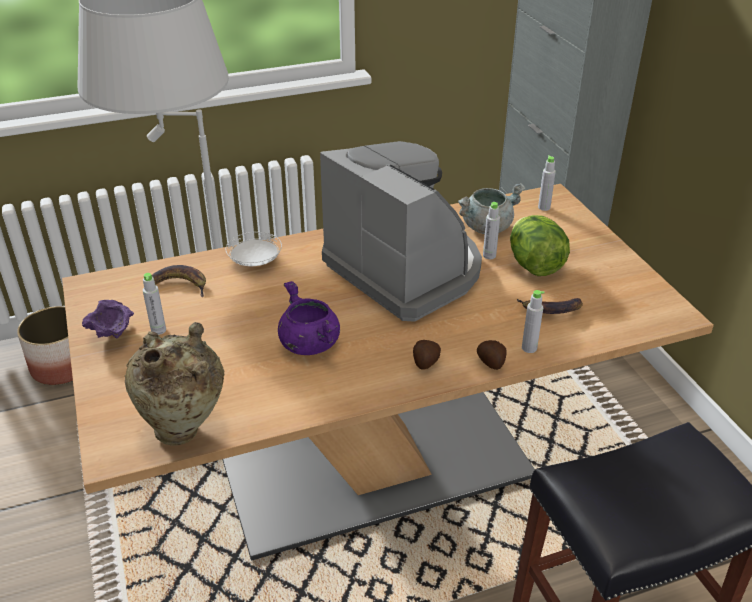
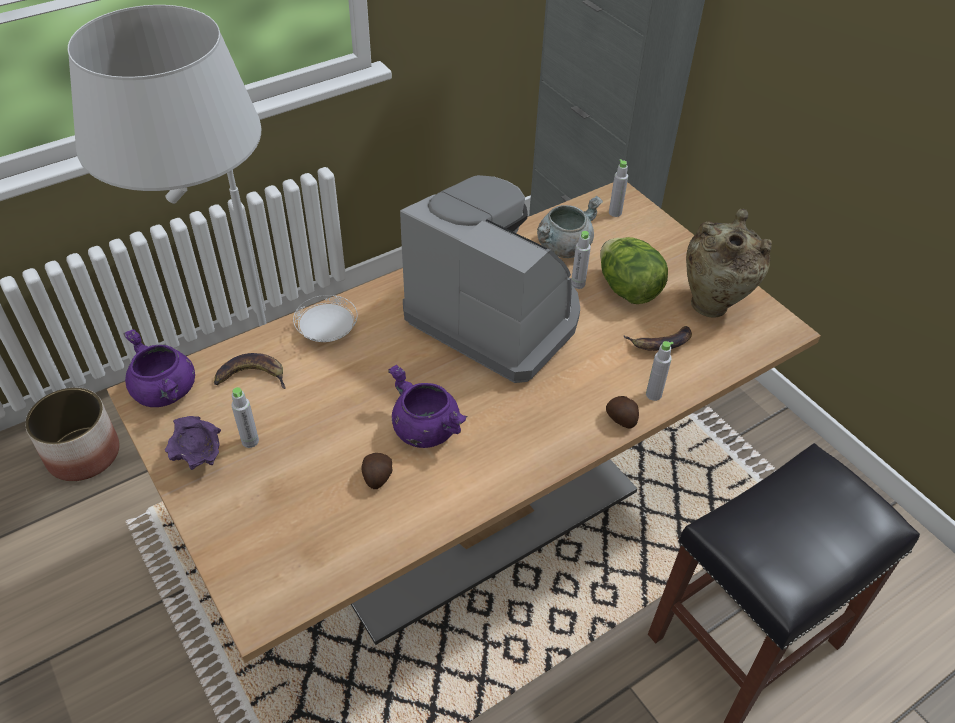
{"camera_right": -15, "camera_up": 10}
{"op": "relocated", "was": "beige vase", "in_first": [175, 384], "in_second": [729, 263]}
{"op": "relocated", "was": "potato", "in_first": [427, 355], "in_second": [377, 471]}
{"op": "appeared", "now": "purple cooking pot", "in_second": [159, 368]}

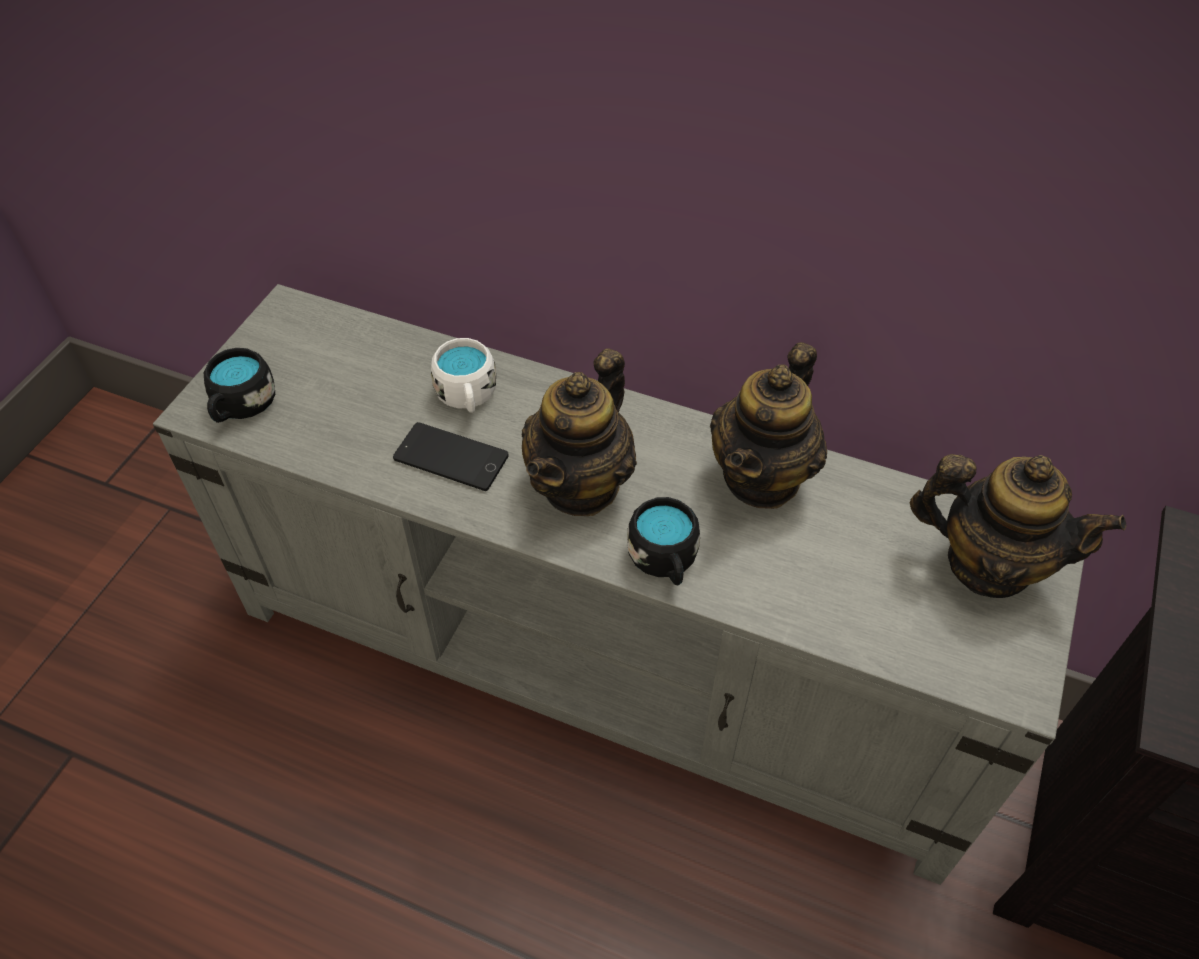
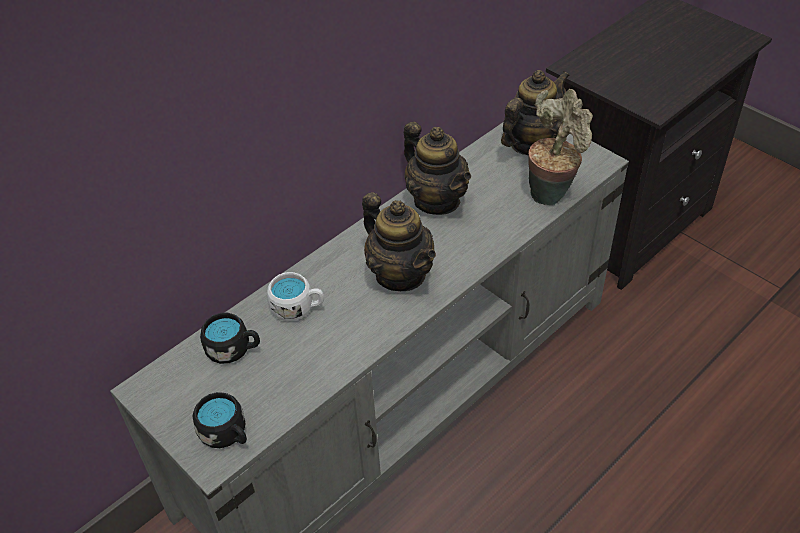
{"camera_right": -65, "camera_up": -5}
{"op": "missing", "was": "phone", "in_first": [451, 456]}
{"op": "relocated", "was": "black mug", "in_first": [663, 541], "in_second": [230, 338]}
{"op": "appeared", "now": "potted plant", "in_second": [560, 147]}

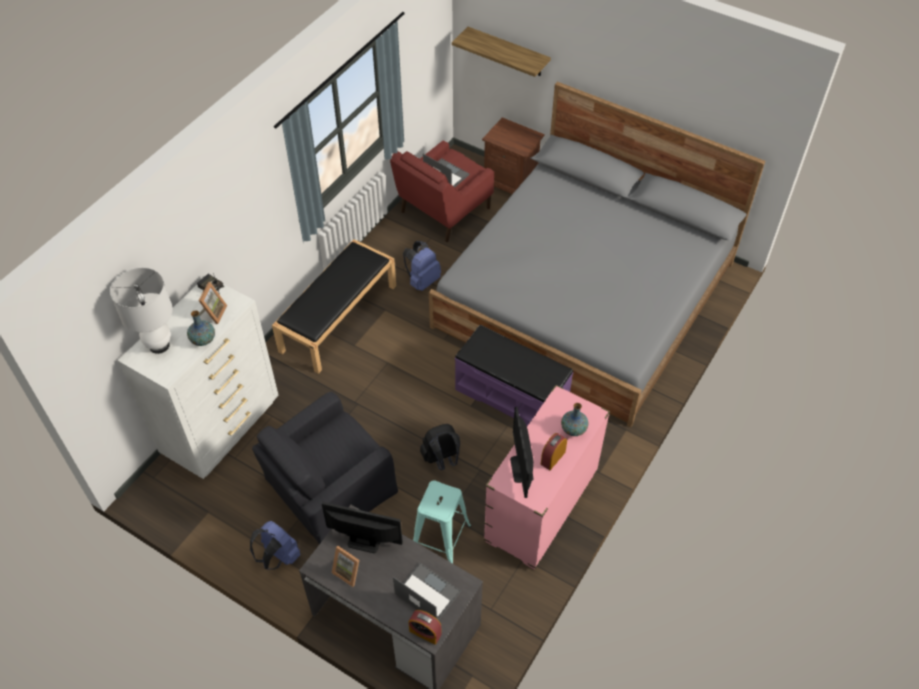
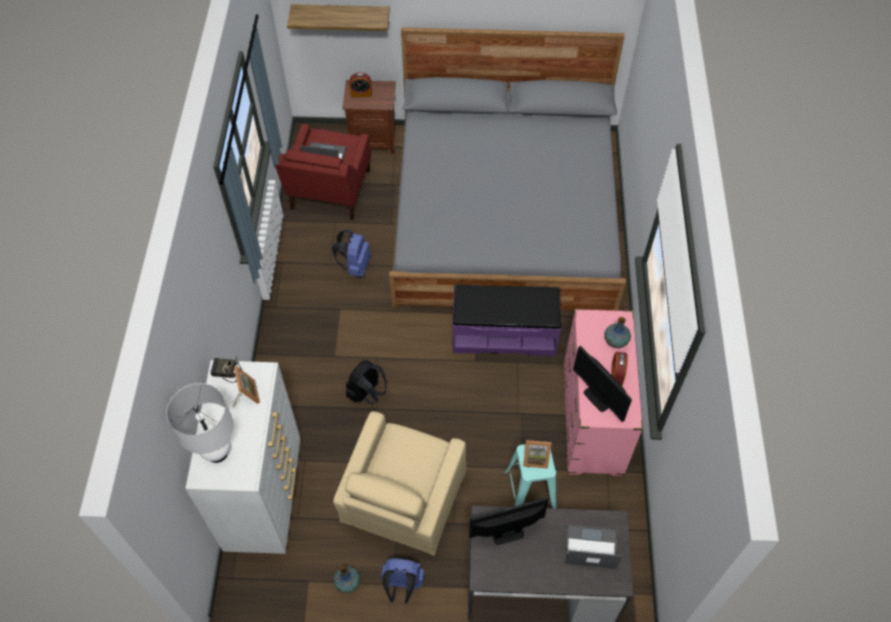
{"camera_right": -30, "camera_up": 5}
{"op": "relocated", "was": "vase", "in_first": [201, 328], "in_second": [347, 579]}
{"op": "colour", "was": "black armchair", "now": "beige armchair", "in_first": [325, 468], "in_second": [400, 483]}
{"op": "missing", "was": "black bench", "in_first": [334, 306]}
{"op": "relocated", "was": "picture frame", "in_first": [345, 566], "in_second": [537, 454]}
{"op": "relocated", "was": "alarm clock", "in_first": [425, 627], "in_second": [361, 84]}
{"op": "relocated", "was": "black backpack", "in_first": [440, 447], "in_second": [366, 382]}

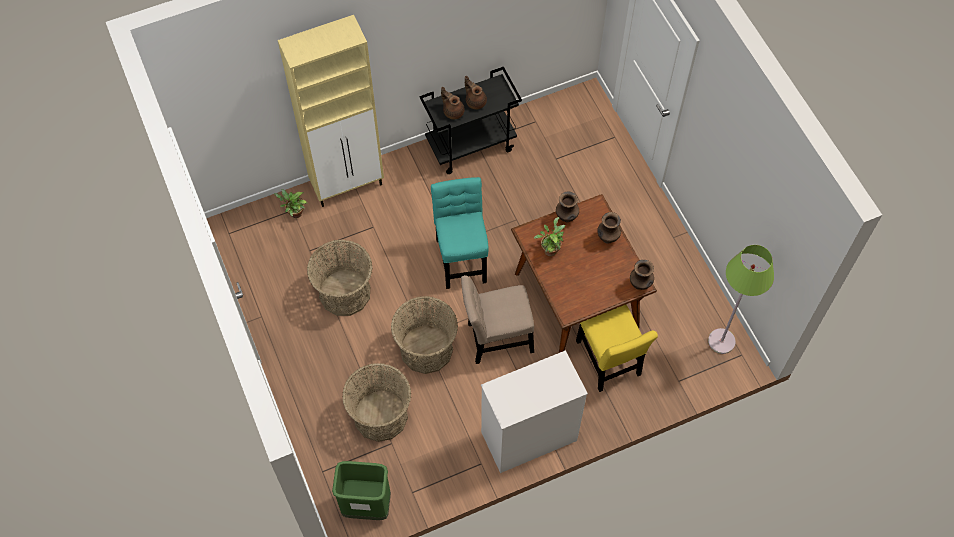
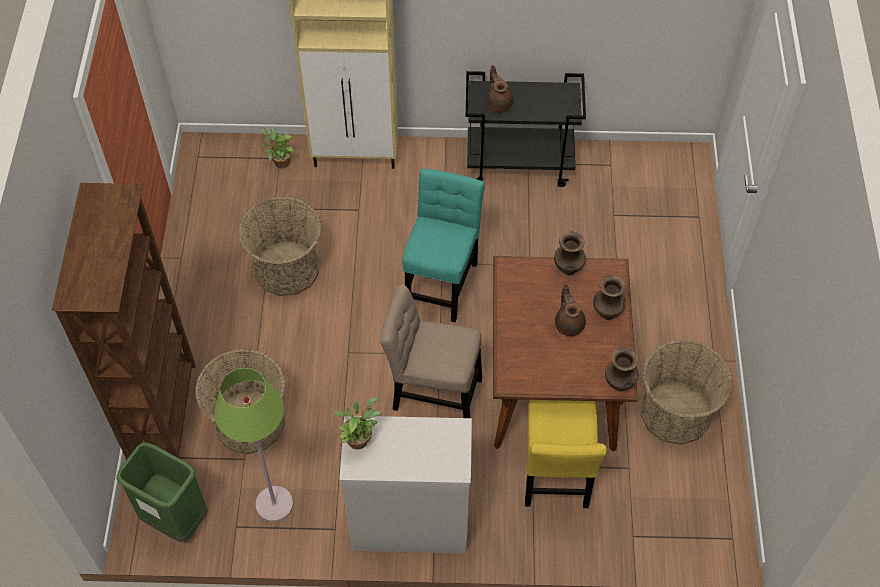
{"camera_right": 25, "camera_up": -5}
{"op": "relocated", "was": "basket", "in_first": [424, 335], "in_second": [687, 392]}
{"op": "relocated", "was": "brown teapot", "in_first": [476, 92], "in_second": [570, 310]}
{"op": "relocated", "was": "potted plant", "in_first": [549, 236], "in_second": [357, 423]}
{"op": "relocated", "was": "green floor lamp", "in_first": [741, 299], "in_second": [253, 445]}
{"op": "appeared", "now": "brown bookcase", "in_second": [124, 321]}

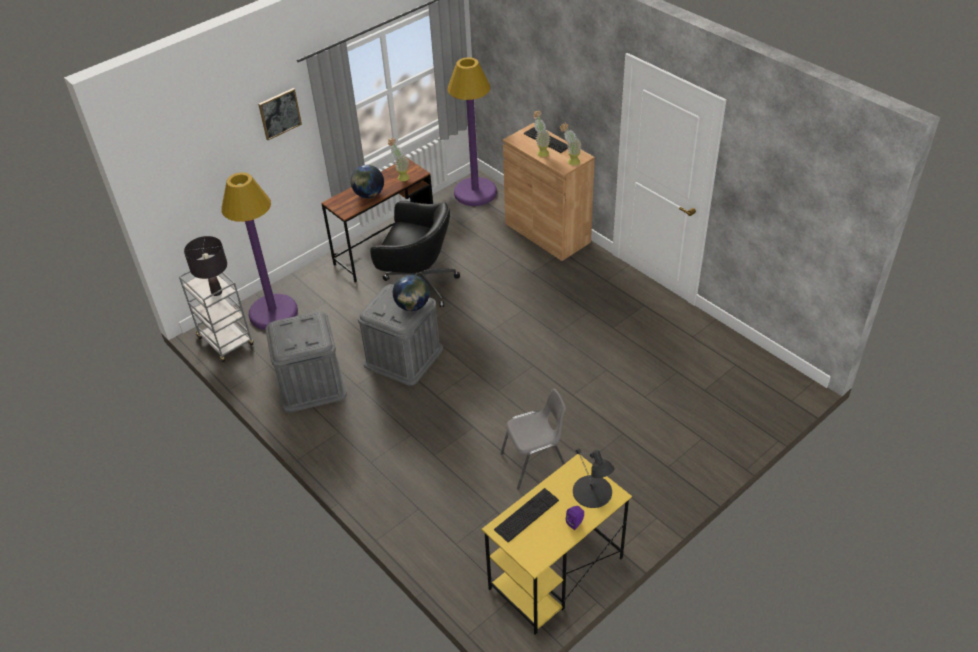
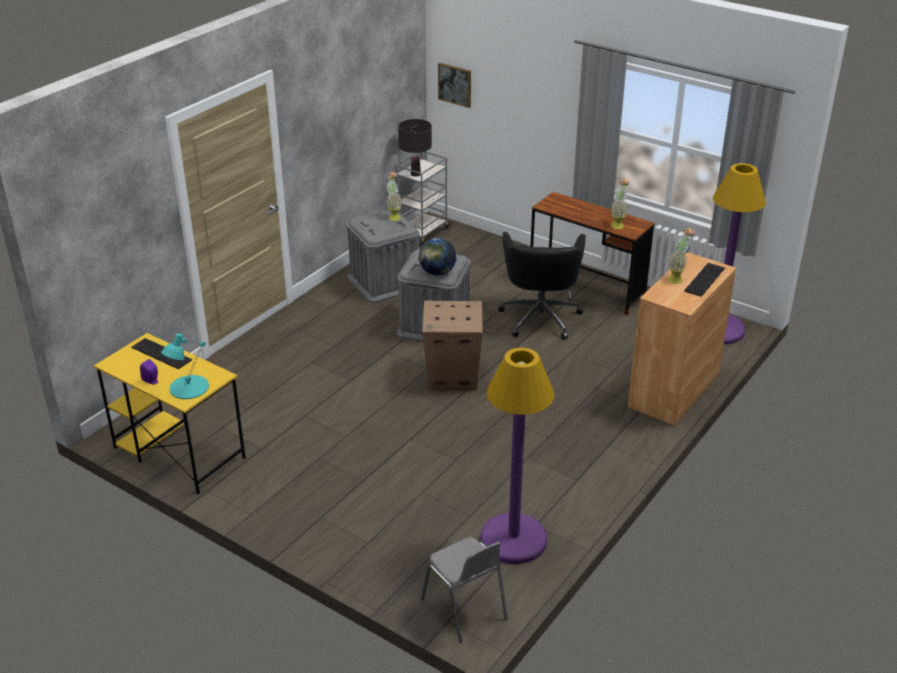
{"camera_right": 75, "camera_up": -10}
{"op": "relocated", "was": "purple floor lamp", "in_first": [259, 251], "in_second": [517, 456]}
{"op": "relocated", "was": "picture", "in_first": [280, 114], "in_second": [454, 85]}
{"op": "missing", "was": "globe", "in_first": [367, 181]}
{"op": "relocated", "was": "grey chair", "in_first": [533, 439], "in_second": [464, 590]}
{"op": "relocated", "was": "potted plant", "in_first": [571, 144], "in_second": [393, 196]}
{"op": "colour", "was": "black table lamp", "now": "turquoise table lamp", "in_first": [594, 478], "in_second": [185, 366]}
{"op": "appeared", "now": "cardboard box", "in_second": [452, 345]}

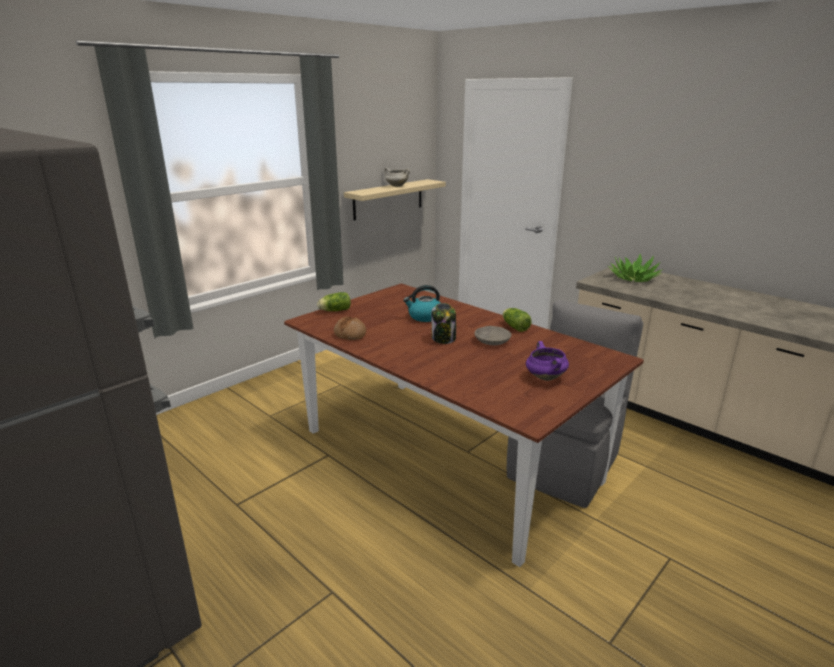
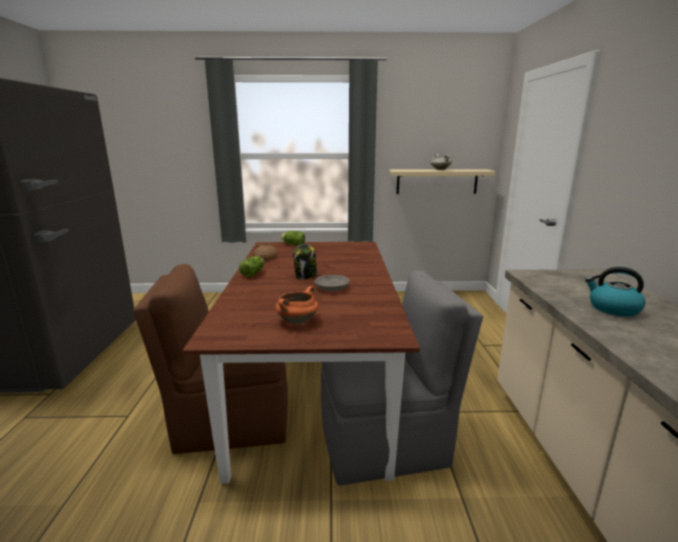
{"camera_right": 45, "camera_up": -5}
{"op": "relocated", "was": "kettle", "in_first": [421, 303], "in_second": [615, 292]}
{"op": "relocated", "was": "lettuce", "in_first": [517, 320], "in_second": [251, 266]}
{"op": "colour", "was": "purple cooking pot", "now": "orange cooking pot", "in_first": [547, 361], "in_second": [296, 305]}
{"op": "missing", "was": "potted plant", "in_first": [635, 268]}
{"op": "appeared", "now": "brown chair", "in_second": [210, 359]}

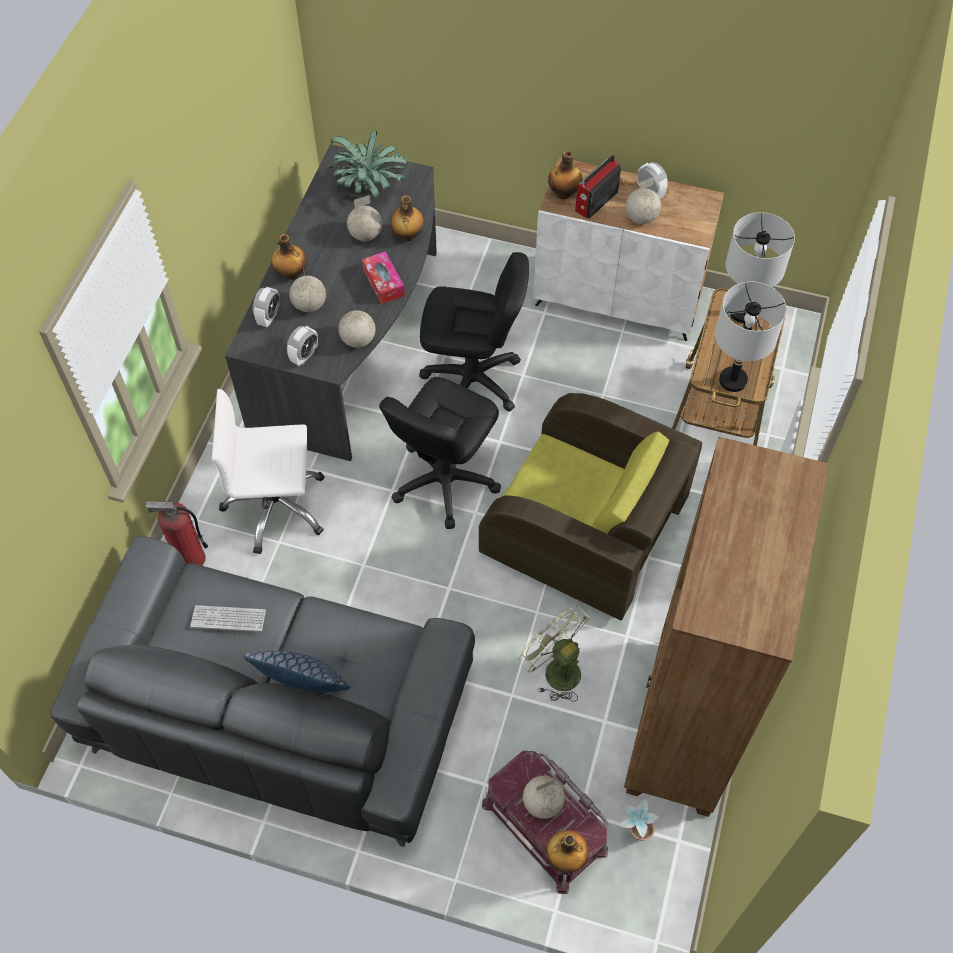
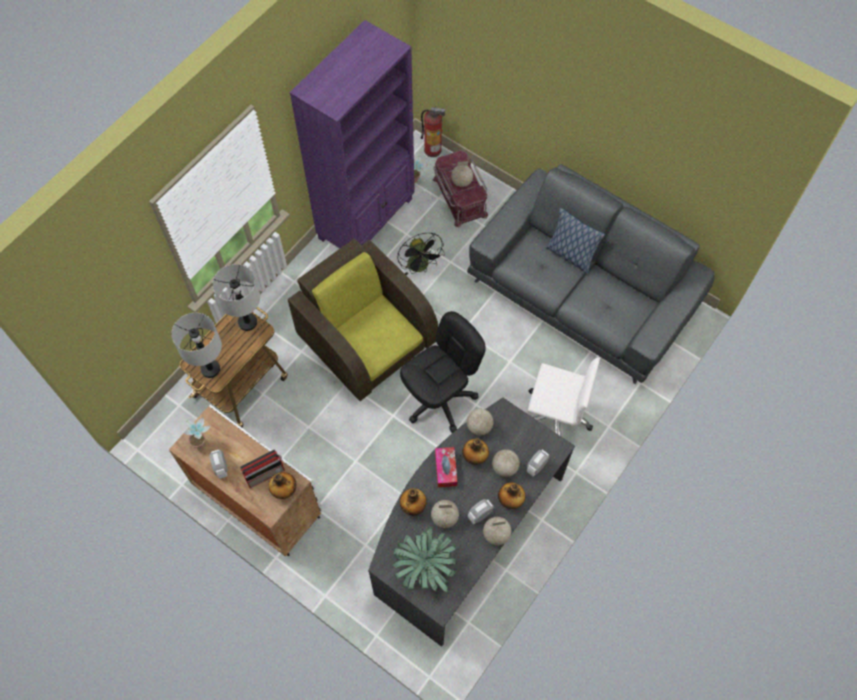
{"camera_right": -160, "camera_up": 5}
{"op": "relocated", "was": "fire extinguisher", "in_first": [177, 533], "in_second": [433, 131]}
{"op": "missing", "was": "keyboard", "in_first": [228, 618]}
{"op": "relocated", "was": "alarm clock", "in_first": [302, 346], "in_second": [481, 511]}
{"op": "missing", "was": "black office chair", "in_first": [474, 331]}
{"op": "colour", "was": "green fan", "now": "black fan", "in_first": [554, 654], "in_second": [421, 254]}
{"op": "relocated", "was": "bottle", "in_first": [568, 851], "in_second": [475, 451]}
{"op": "colour", "was": "brown bookcase", "now": "purple bookcase", "in_first": [726, 627], "in_second": [352, 134]}
{"op": "relocated", "was": "globe", "in_first": [643, 200], "in_second": [497, 531]}
{"op": "appeared", "now": "potted plant", "in_second": [197, 432]}

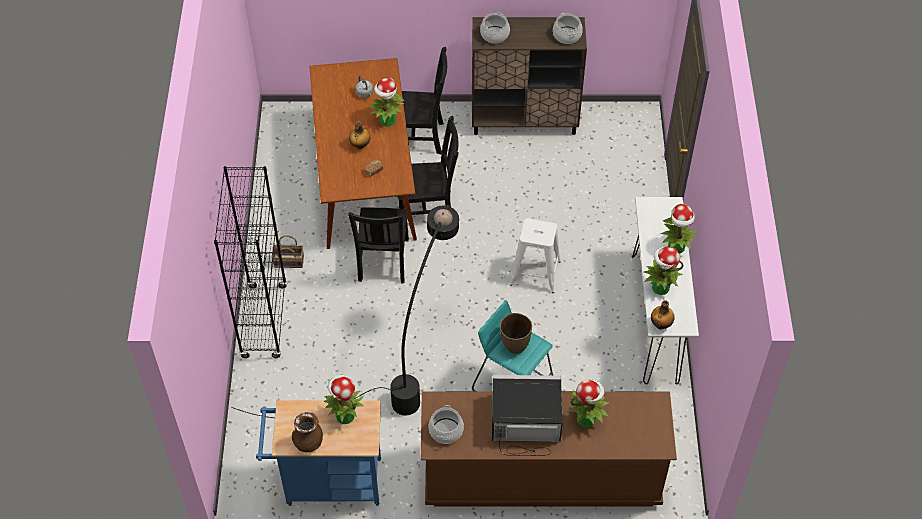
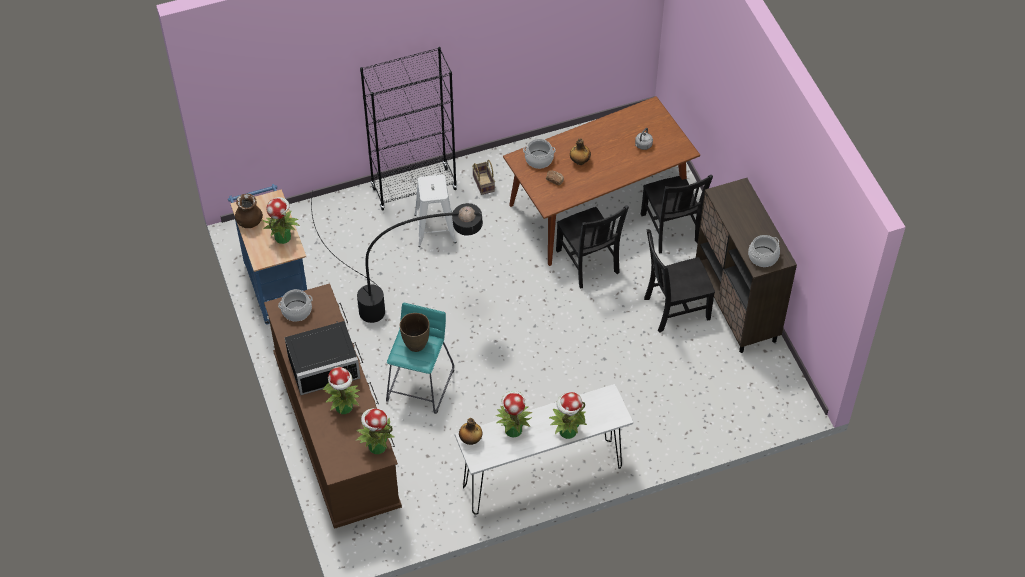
{"camera_right": 70, "camera_up": 0}
{"op": "relocated", "was": "black chair", "in_first": [378, 245], "in_second": [679, 281]}
{"op": "relocated", "was": "potted plant", "in_first": [386, 102], "in_second": [375, 431]}
{"op": "relocated", "was": "cooking pot", "in_first": [495, 28], "in_second": [539, 154]}
{"op": "spun", "was": "black microwave", "in_first": [527, 415], "in_second": [322, 358], "clockwise": 90}
{"op": "relocated", "was": "white stool", "in_first": [535, 255], "in_second": [435, 210]}

